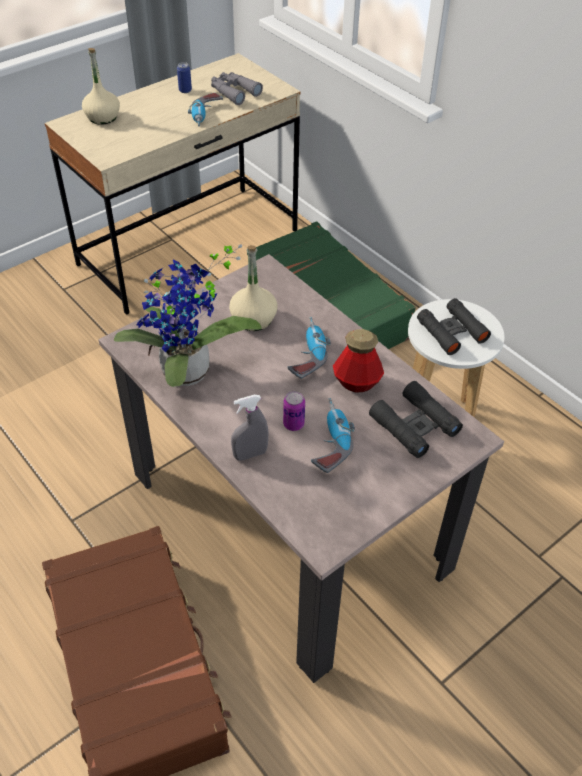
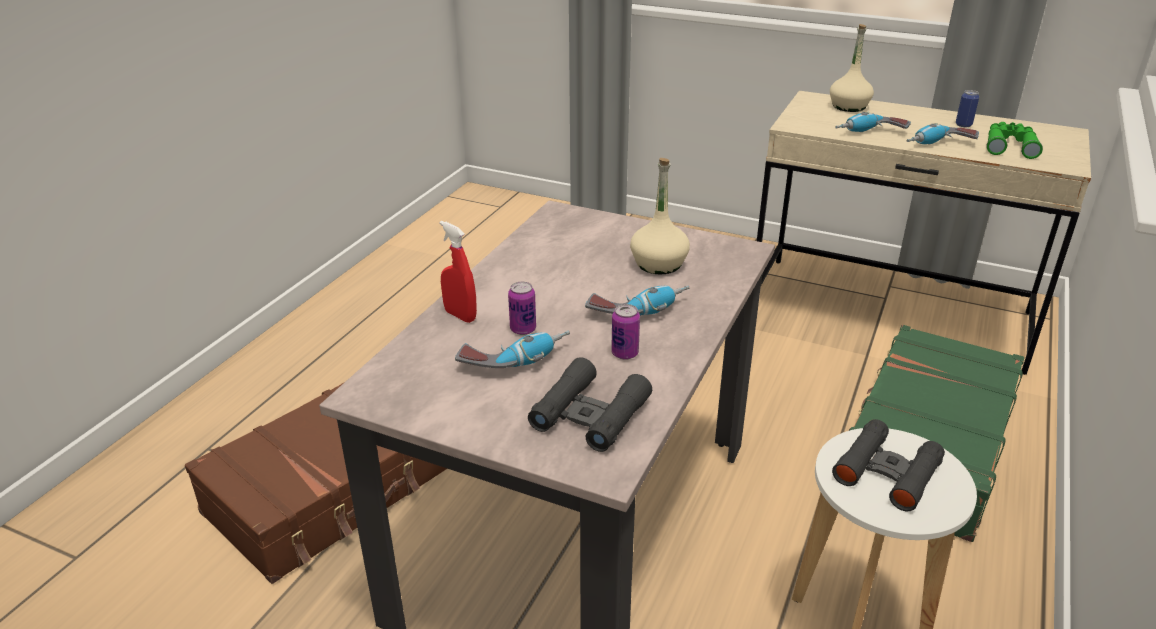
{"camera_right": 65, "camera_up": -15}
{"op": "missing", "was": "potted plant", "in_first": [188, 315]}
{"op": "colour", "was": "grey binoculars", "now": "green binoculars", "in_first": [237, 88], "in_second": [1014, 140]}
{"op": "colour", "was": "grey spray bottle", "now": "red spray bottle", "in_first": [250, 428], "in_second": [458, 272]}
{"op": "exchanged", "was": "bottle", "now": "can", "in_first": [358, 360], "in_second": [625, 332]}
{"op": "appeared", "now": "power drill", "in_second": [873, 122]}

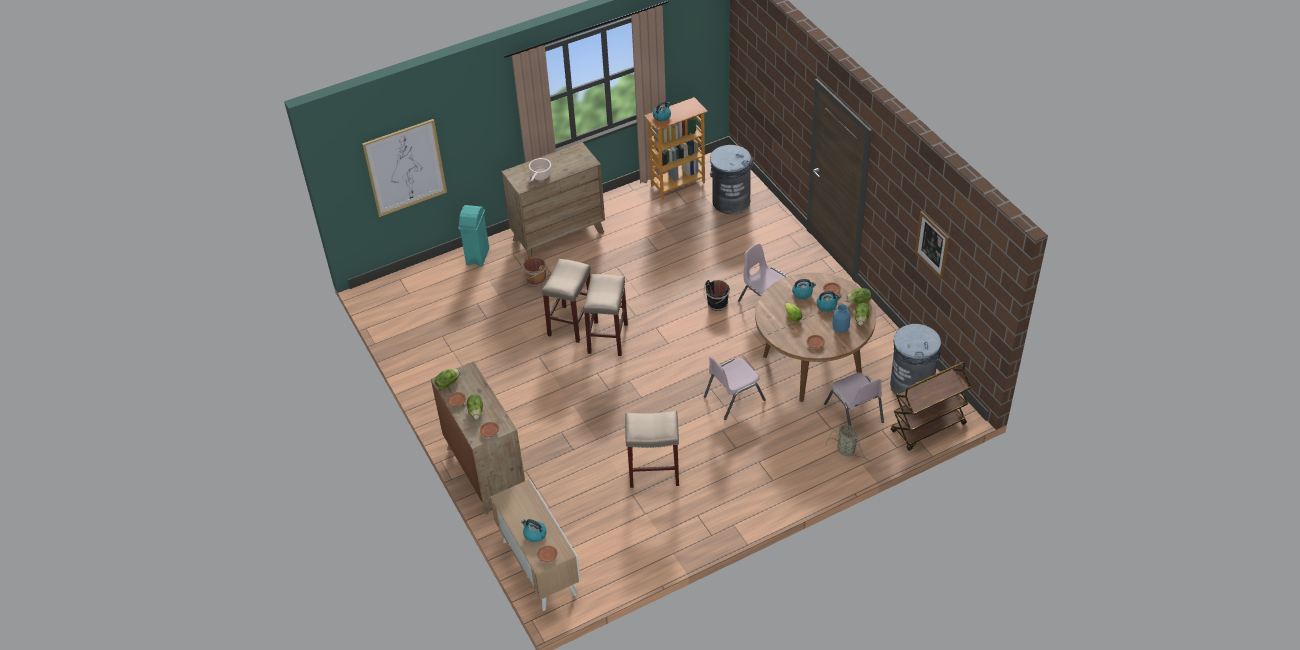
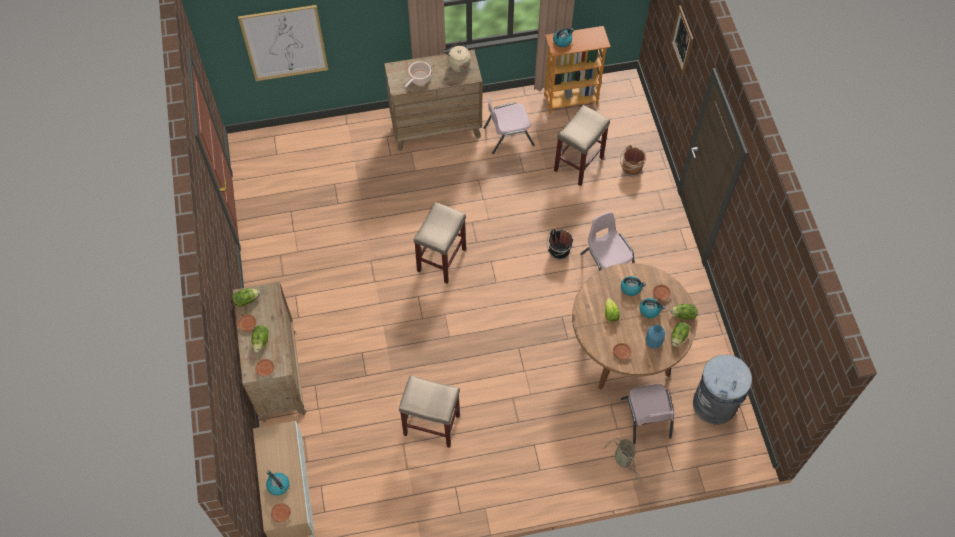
{"camera_right": 15, "camera_up": 15}
{"op": "missing", "was": "turquoise trash can", "in_first": [473, 236]}
{"op": "relocated", "was": "brown bucket", "in_first": [534, 270], "in_second": [633, 161]}
{"op": "relocated", "was": "beige stool", "in_first": [567, 301], "in_second": [582, 145]}
{"op": "relocated", "was": "pink chair", "in_first": [735, 388], "in_second": [509, 125]}
{"op": "missing", "was": "grey trash can", "in_first": [732, 179]}
{"op": "missing", "was": "brown cart", "in_first": [931, 406]}
{"op": "relocated", "was": "picture", "in_first": [932, 245], "in_second": [682, 39]}
{"op": "appeared", "now": "beige kettle", "in_second": [457, 56]}

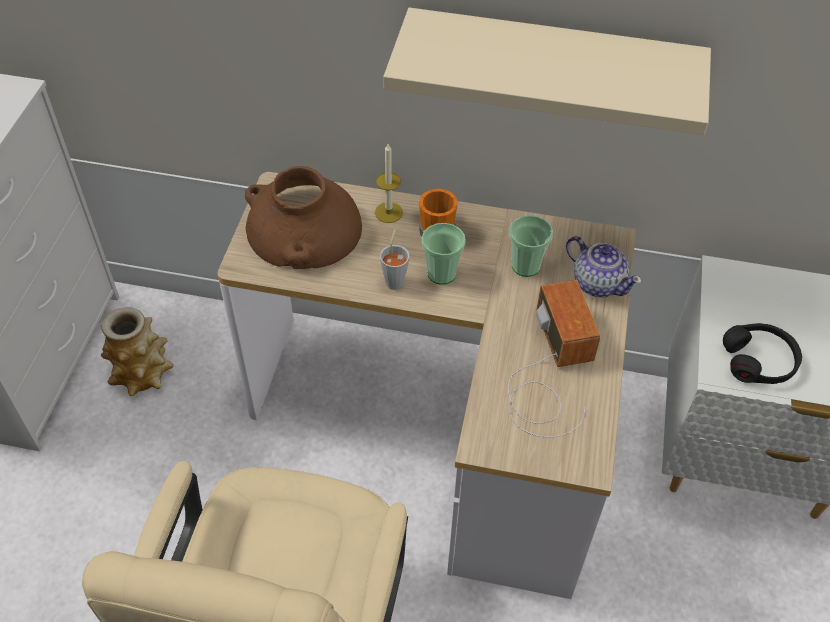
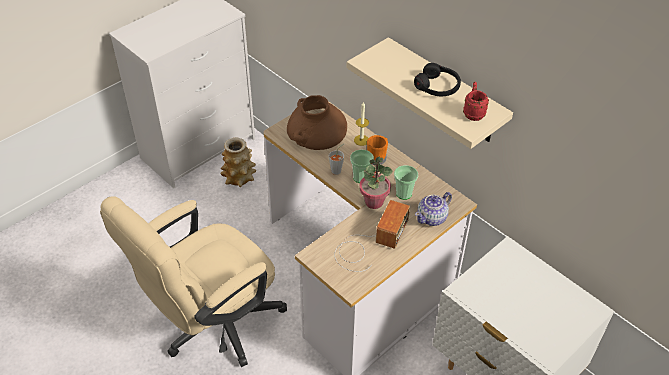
{"camera_right": 35, "camera_up": -5}
{"op": "spun", "was": "teapot", "in_first": [604, 266], "in_second": [433, 209], "clockwise": 60}
{"op": "relocated", "was": "black headphones", "in_first": [762, 353], "in_second": [437, 79]}
{"op": "appeared", "now": "potted plant", "in_second": [376, 182]}
{"op": "appeared", "now": "red mug", "in_second": [476, 101]}

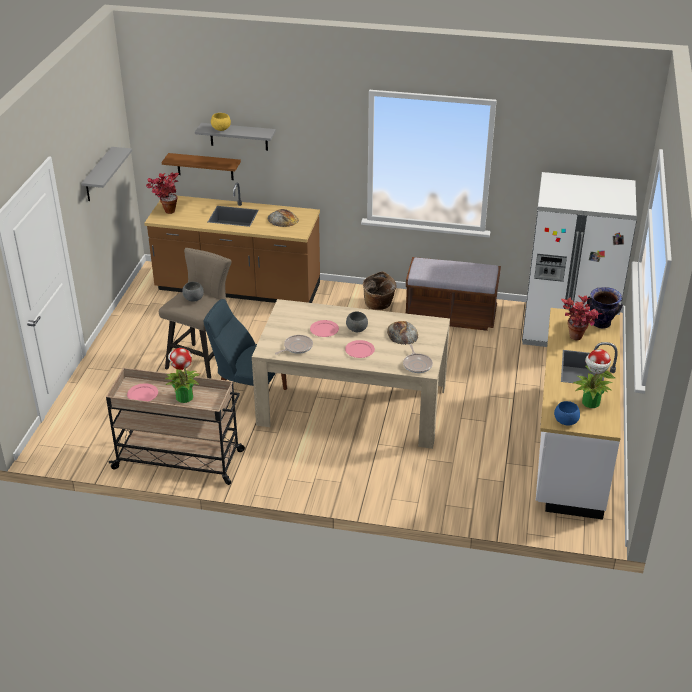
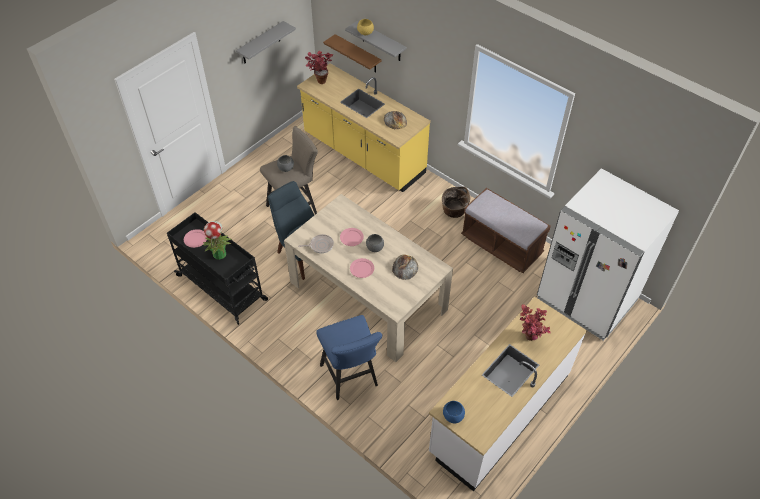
{"camera_right": 30, "camera_up": 15}
{"op": "colour", "was": "beige cart", "now": "black cart", "in_first": [175, 426], "in_second": [217, 268]}
{"op": "colour", "was": "brown counter", "now": "yellow counter", "in_first": [232, 243], "in_second": [364, 127]}
{"op": "missing", "was": "frying pan", "in_first": [418, 358]}
{"op": "missing", "was": "potted plant", "in_first": [594, 378]}
{"op": "missing", "was": "vase", "in_first": [605, 308]}
{"op": "appeared", "now": "blue stool", "in_second": [349, 357]}

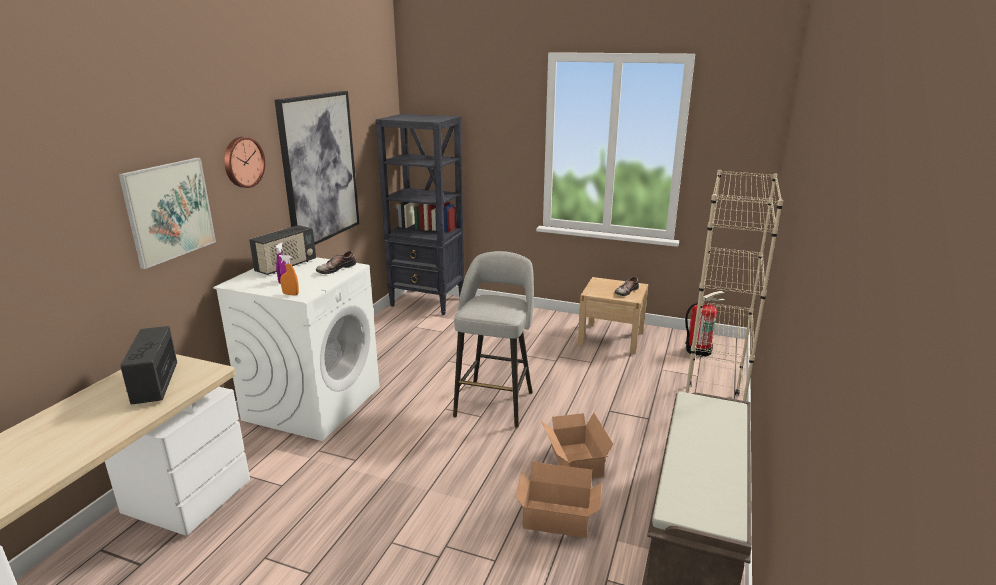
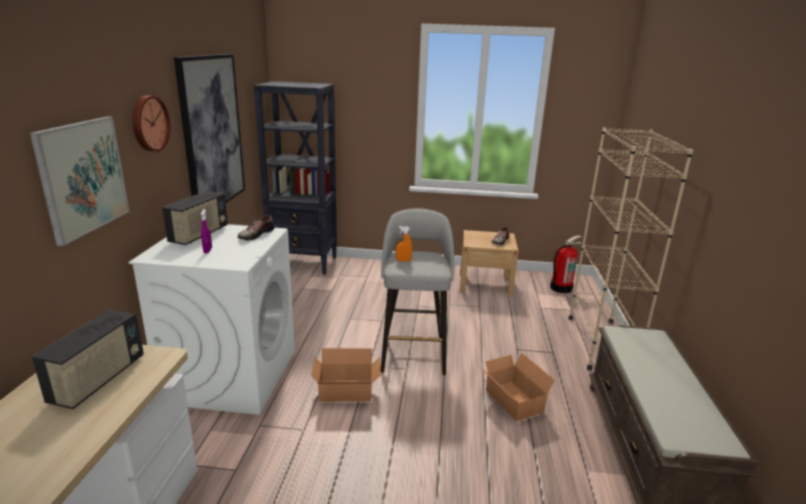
{"camera_right": -15, "camera_up": 0}
{"op": "spun", "was": "radio", "in_first": [148, 365], "in_second": [88, 359], "clockwise": -135}
{"op": "relocated", "was": "orange spray bottle", "in_first": [289, 275], "in_second": [404, 244]}
{"op": "relocated", "was": "cardboard box", "in_first": [558, 500], "in_second": [345, 375]}

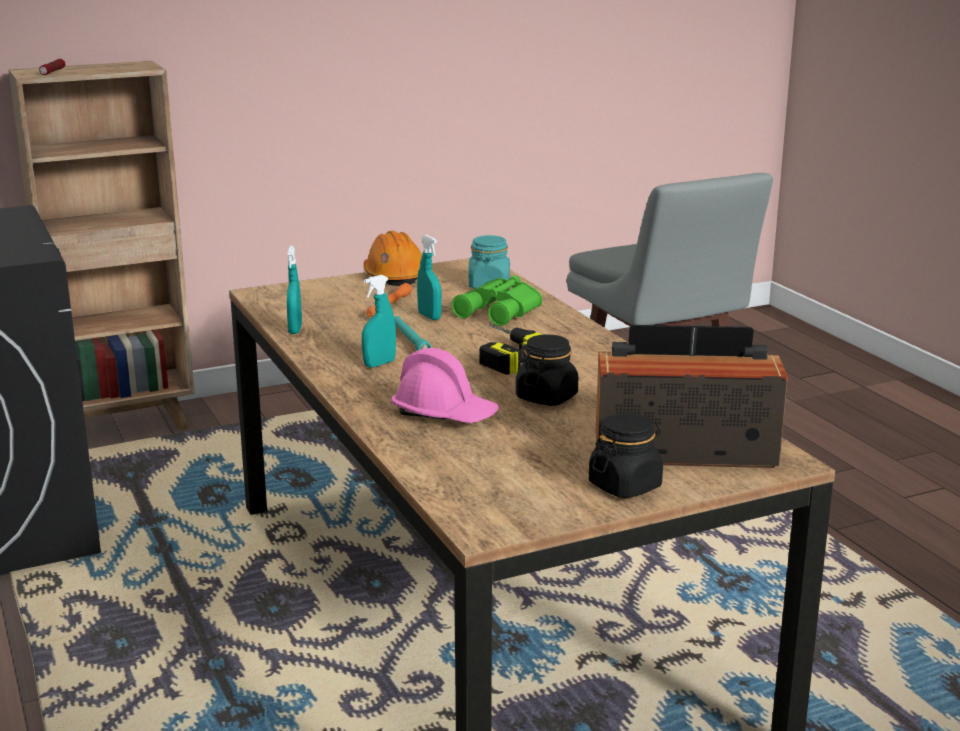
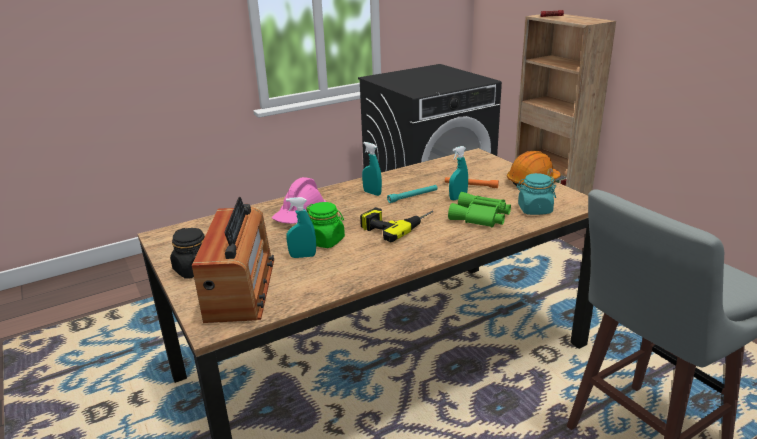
{"camera_right": 85, "camera_up": 5}
{"op": "relocated", "was": "turquoise spray bottle", "in_first": [294, 290], "in_second": [301, 227]}
{"op": "colour", "was": "black jar", "now": "green jar", "in_first": [547, 370], "in_second": [325, 225]}

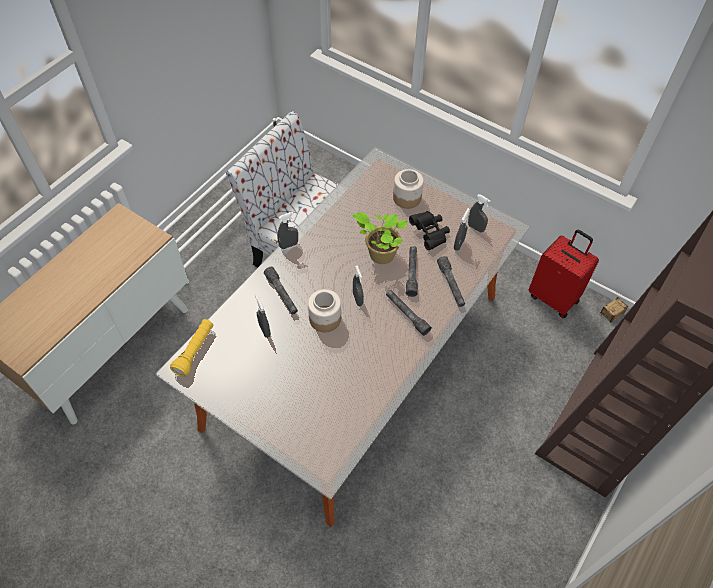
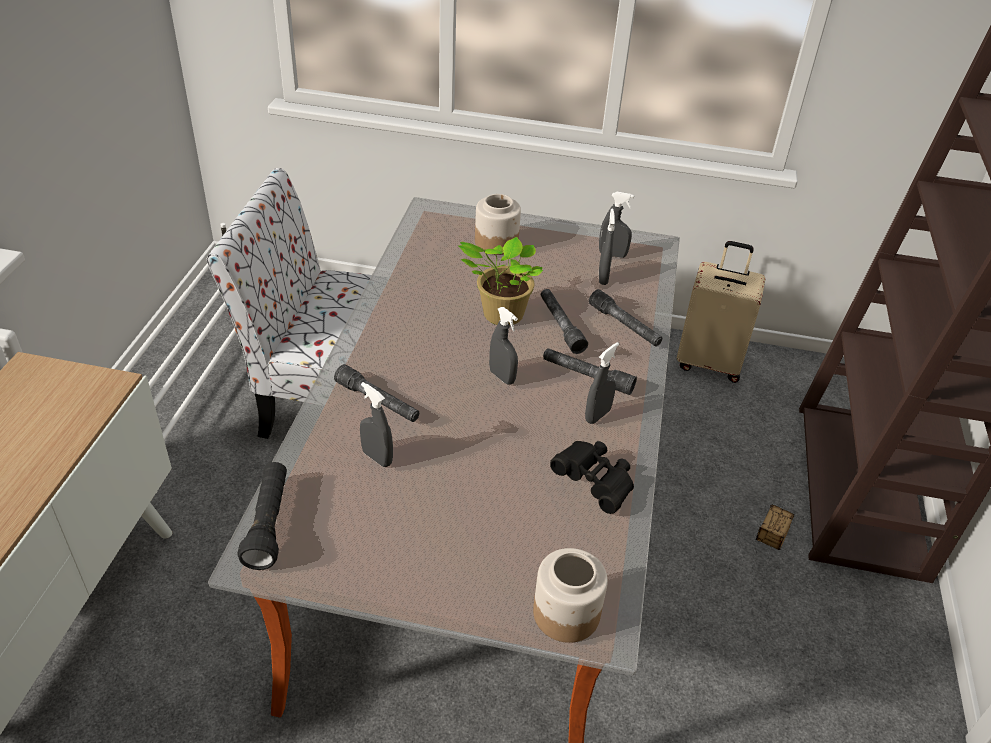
{"camera_right": -25, "camera_up": -15}
{"op": "colour", "was": "yellow flashlight", "now": "black flashlight", "in_first": [192, 348], "in_second": [262, 516]}
{"op": "relocated", "was": "grey spray bottle", "in_first": [287, 230], "in_second": [602, 383]}
{"op": "relocated", "was": "jar", "in_first": [324, 310], "in_second": [570, 595]}
{"op": "relocated", "was": "black binoculars", "in_first": [429, 230], "in_second": [592, 477]}
{"op": "colour", "was": "red suitcase", "now": "beige suitcase", "in_first": [564, 274], "in_second": [721, 312]}
{"op": "relocated", "was": "storage box", "in_first": [614, 309], "in_second": [775, 527]}

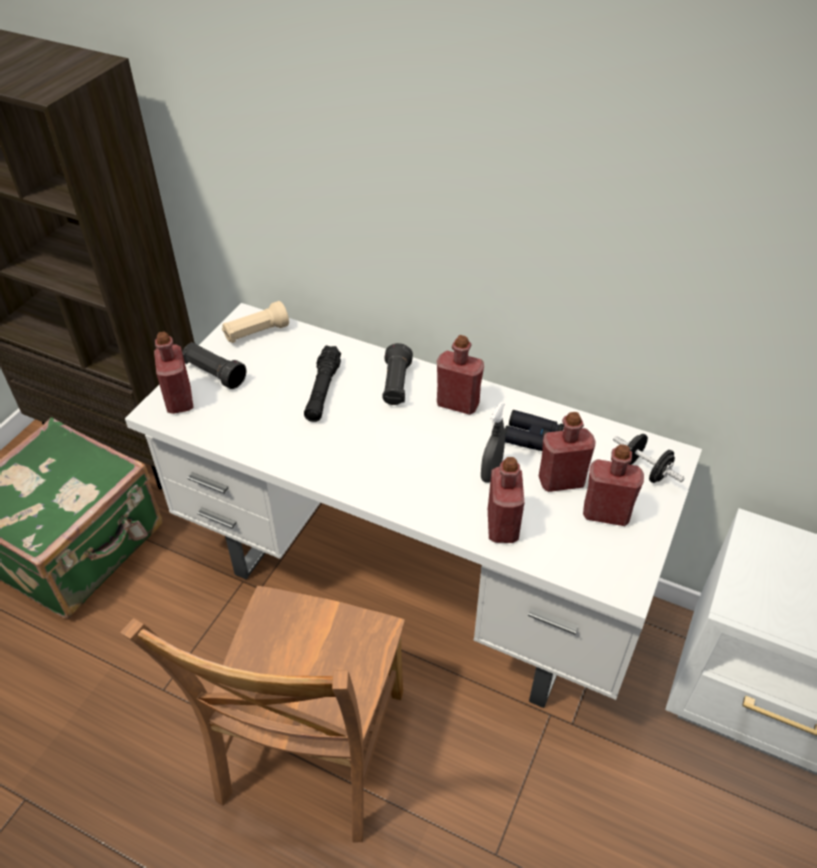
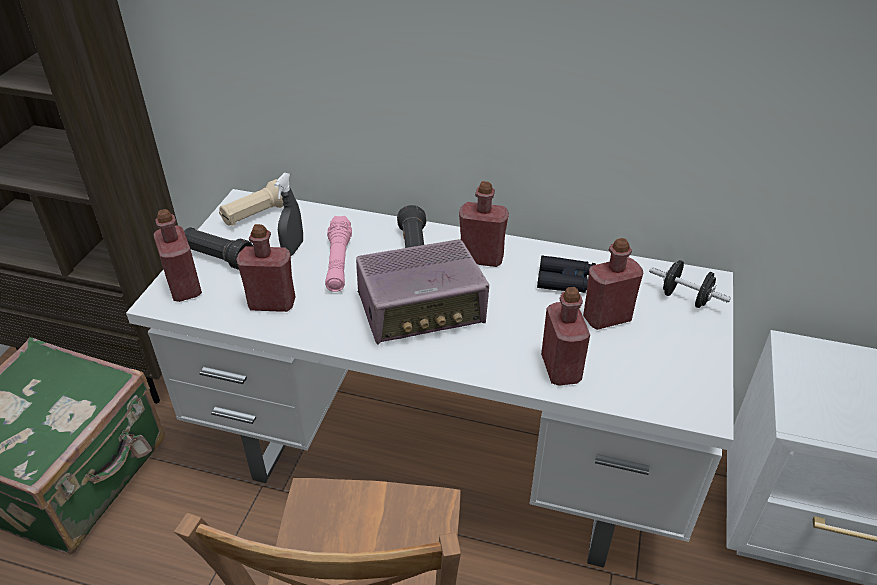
{"camera_right": -10, "camera_up": -5}
{"op": "colour", "was": "black flashlight", "now": "pink flashlight", "in_first": [322, 383], "in_second": [338, 254]}
{"op": "relocated", "was": "grey spray bottle", "in_first": [493, 442], "in_second": [288, 214]}
{"op": "relocated", "was": "red bottle", "in_first": [613, 485], "in_second": [265, 268]}
{"op": "appeared", "now": "radio", "in_second": [422, 292]}

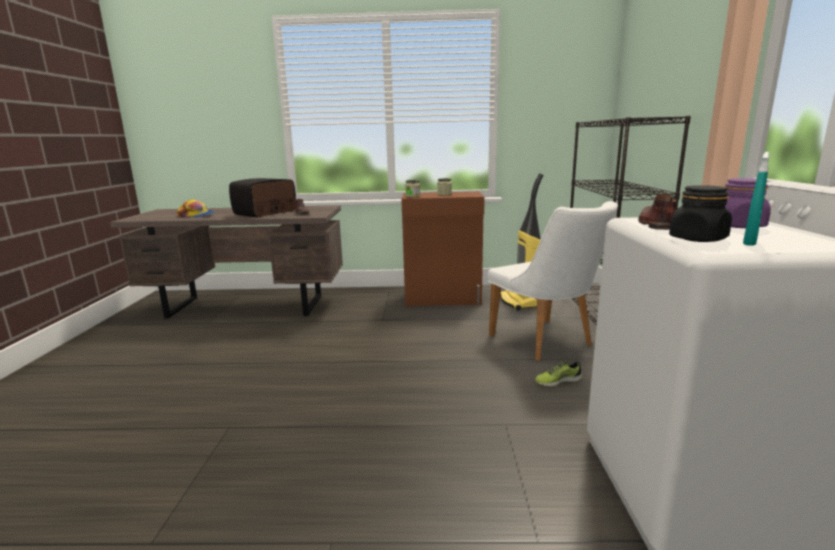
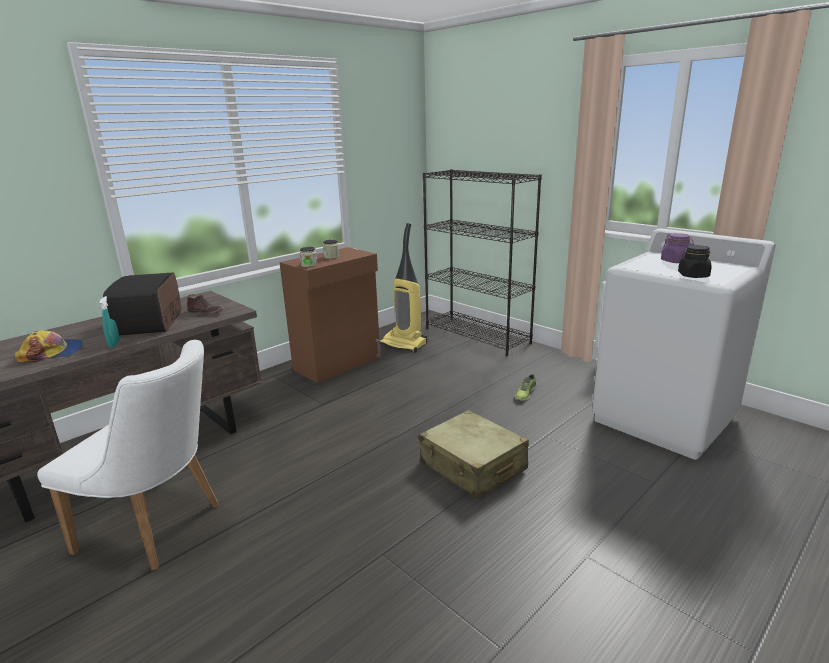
{"camera_right": -45, "camera_up": 5}
{"op": "relocated", "was": "white chair", "in_first": [553, 281], "in_second": [128, 455]}
{"op": "missing", "was": "brown shoe", "in_first": [657, 212]}
{"op": "relocated", "was": "turquoise spray bottle", "in_first": [756, 199], "in_second": [109, 322]}
{"op": "appeared", "now": "beige suitcase", "in_second": [474, 454]}

